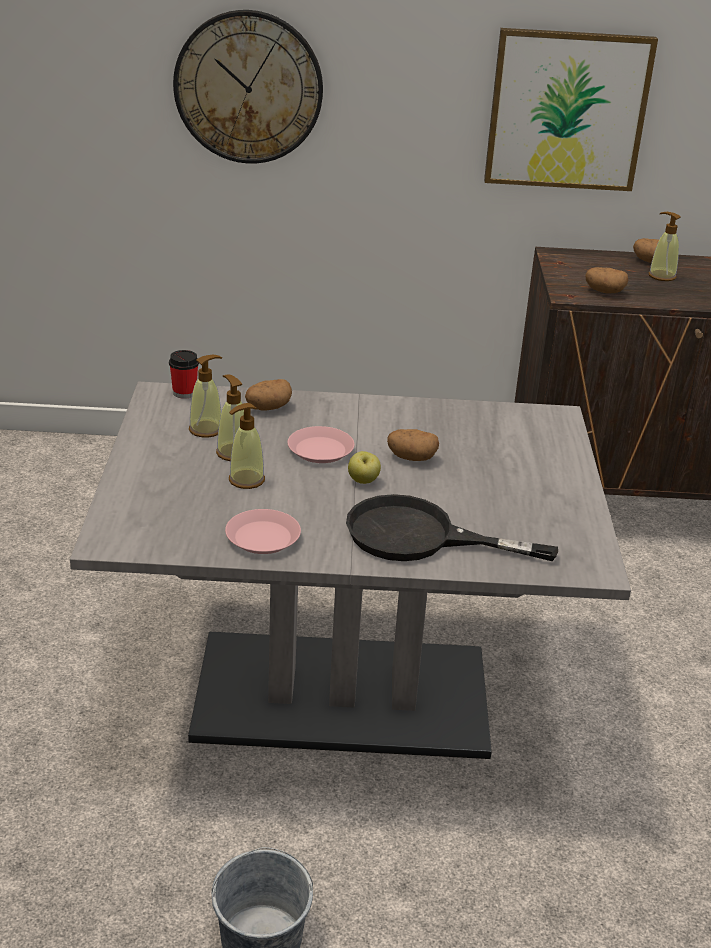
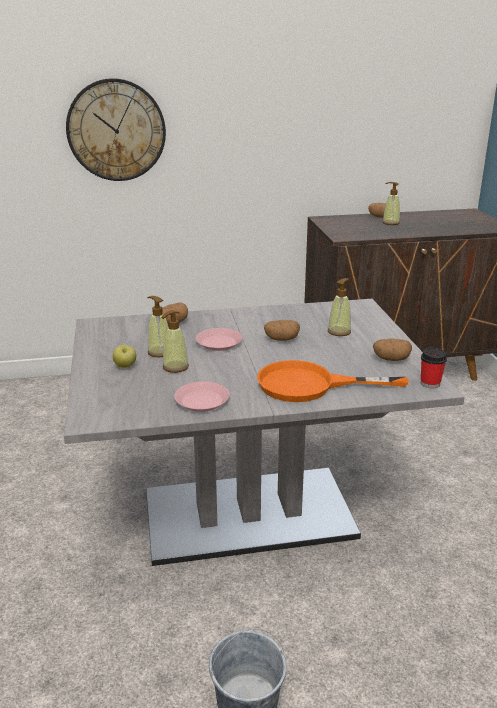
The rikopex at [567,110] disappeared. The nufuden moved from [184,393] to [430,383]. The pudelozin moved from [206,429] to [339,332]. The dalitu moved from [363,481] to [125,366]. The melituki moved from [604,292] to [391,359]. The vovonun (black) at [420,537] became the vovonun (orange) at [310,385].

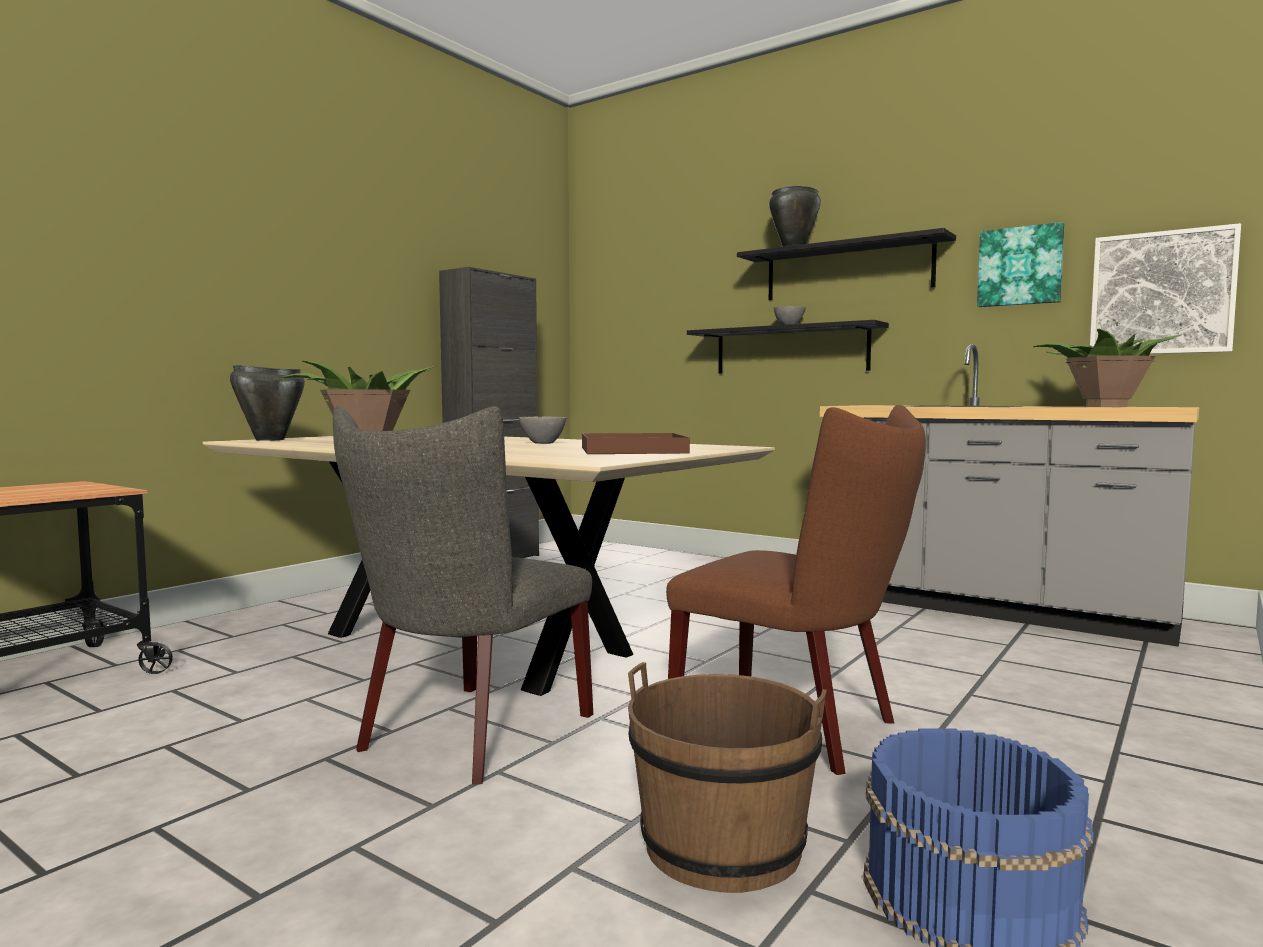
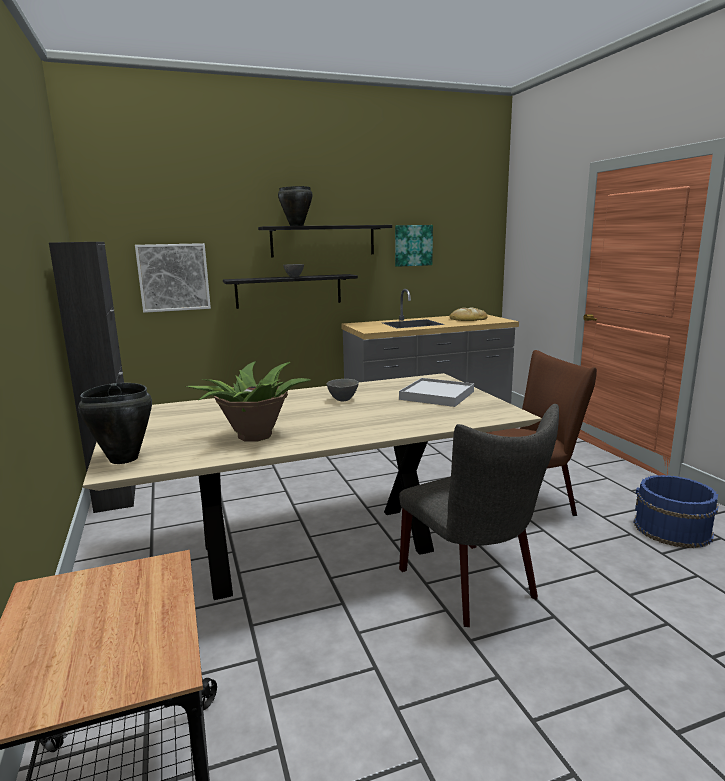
The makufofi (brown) at [722,846] disappeared. The rikopex moved from [1161,293] to [173,277]. The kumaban at [1104,406] was replaced by the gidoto at [467,319]. The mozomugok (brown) at [633,450] became the mozomugok (white) at [437,395].

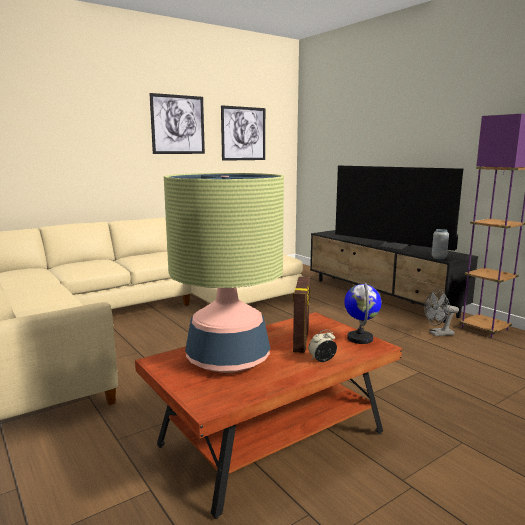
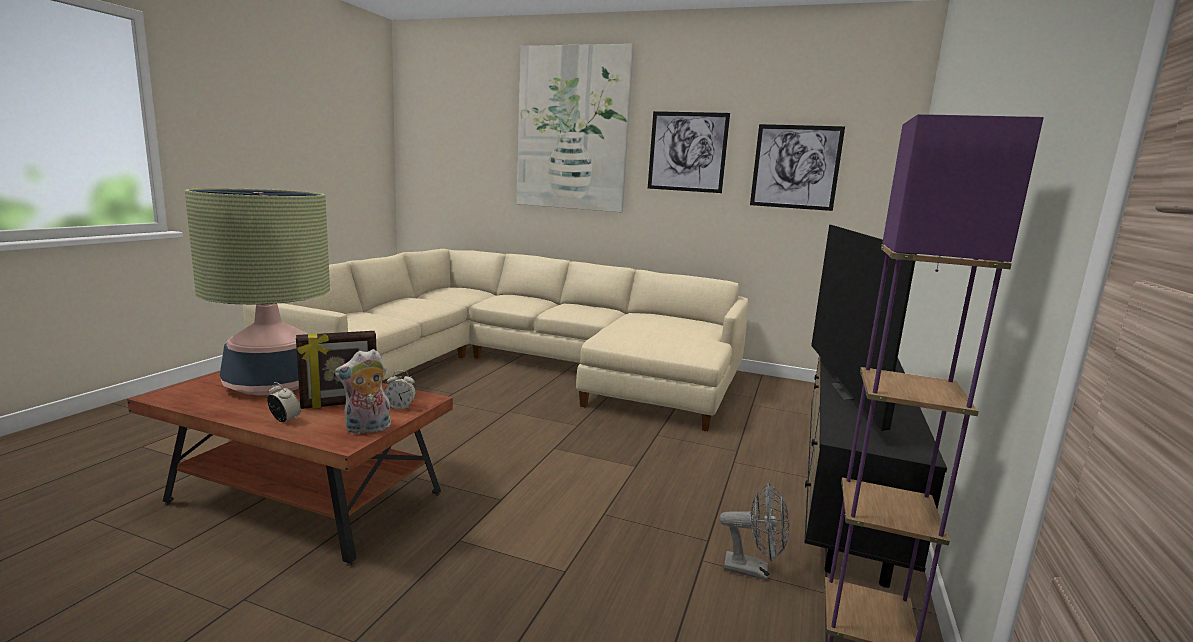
The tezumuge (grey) at [438,258] disappeared. The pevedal at [400,407] appeared. The rikopex at [572,129] appeared. The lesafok at [360,338] was replaced by the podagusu at [367,430]. The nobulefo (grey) at [438,334] turned 150 degrees clockwise.

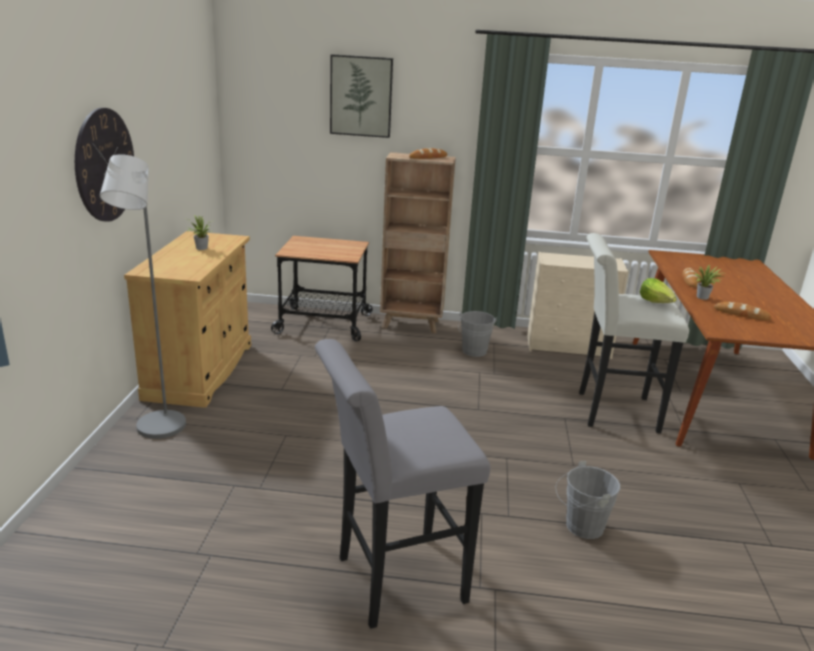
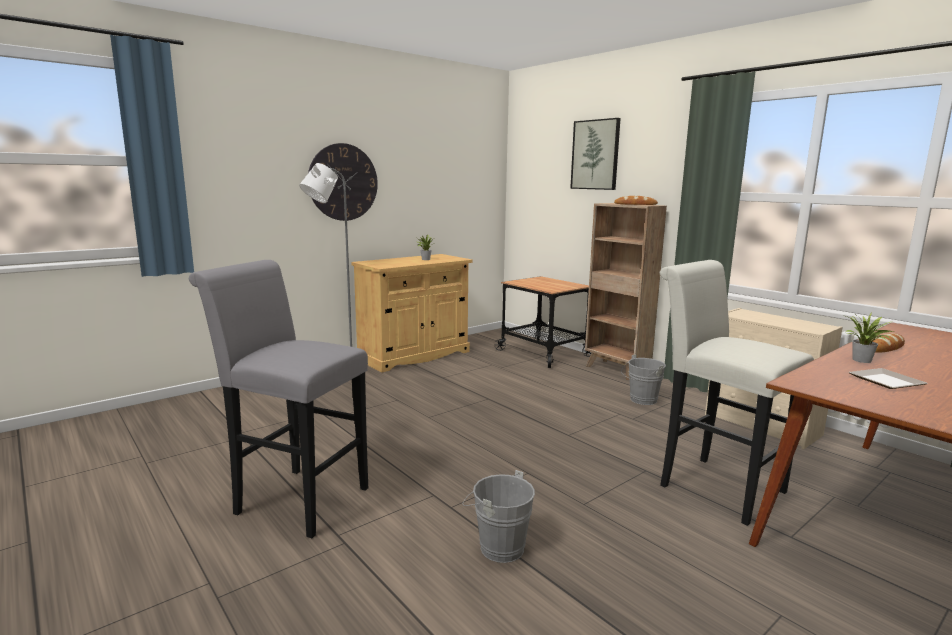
The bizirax at [656,302] disappeared. The gidoto at [741,314] was replaced by the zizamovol at [889,382].

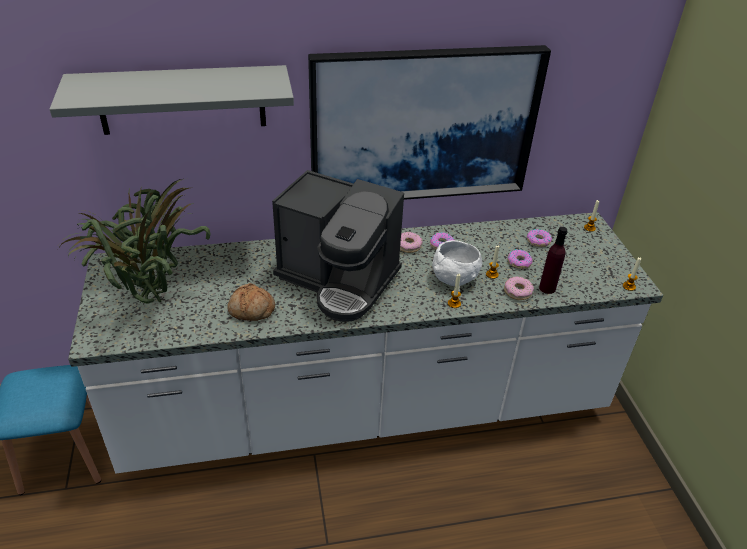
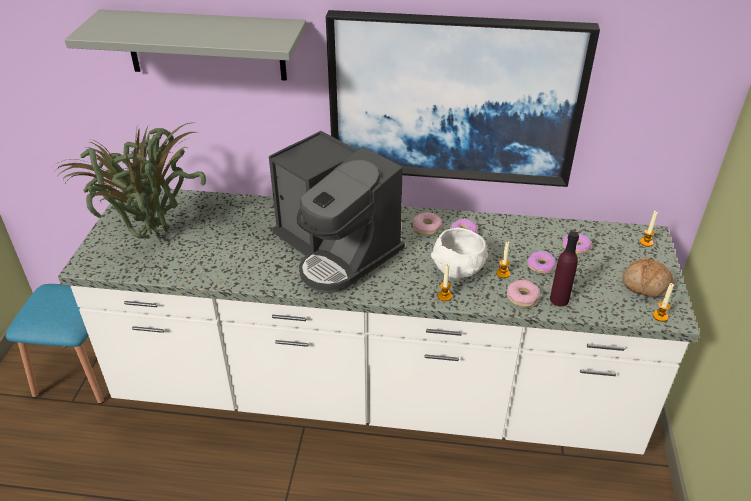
The gidoto moved from [251,310] to [645,285].

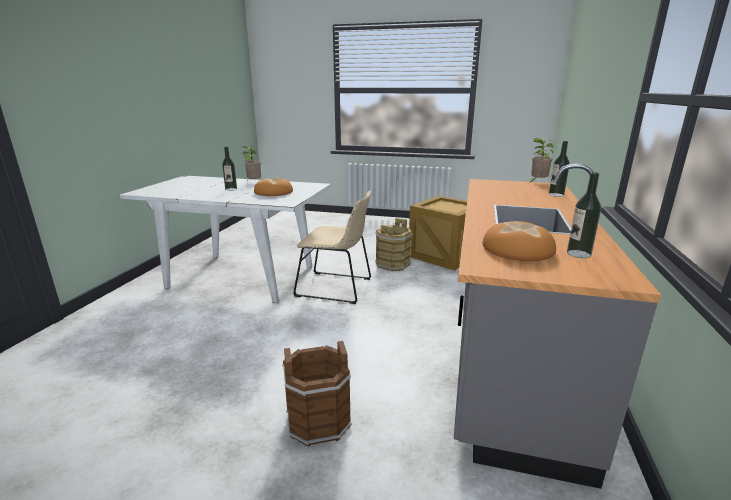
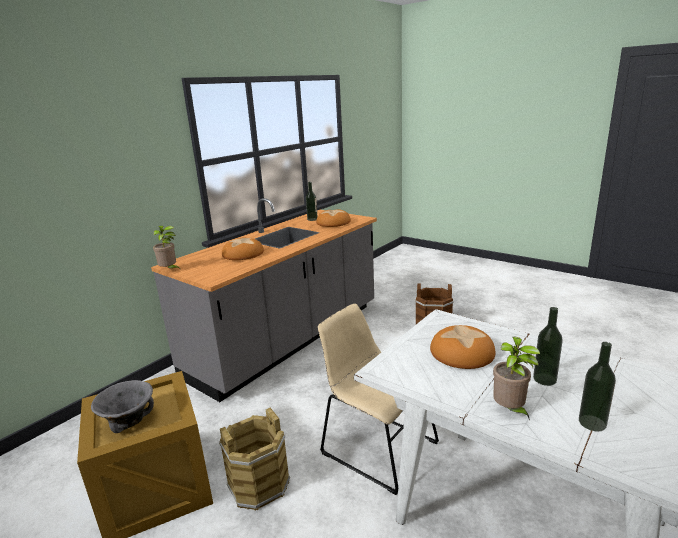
The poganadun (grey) at [128,421] appeared. The gidoto at [243,254] appeared. The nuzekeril moved from [556,195] to [592,423].

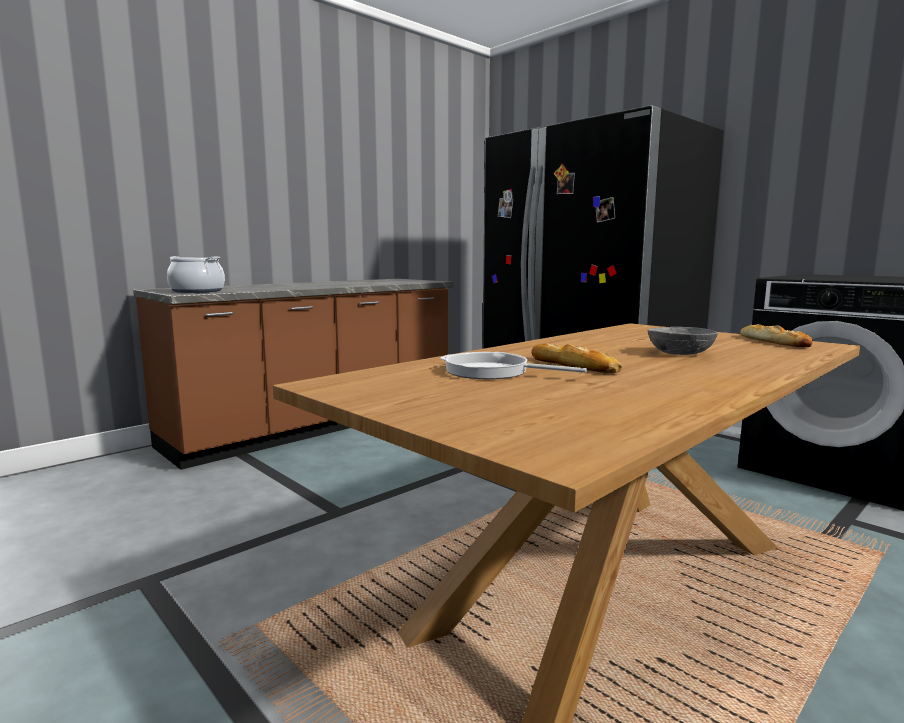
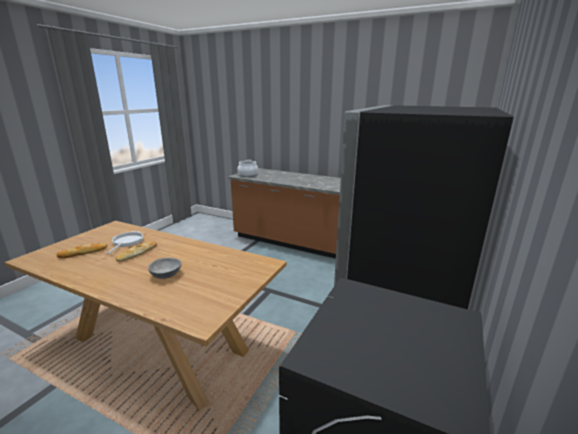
The gidoto moved from [773,342] to [83,253].

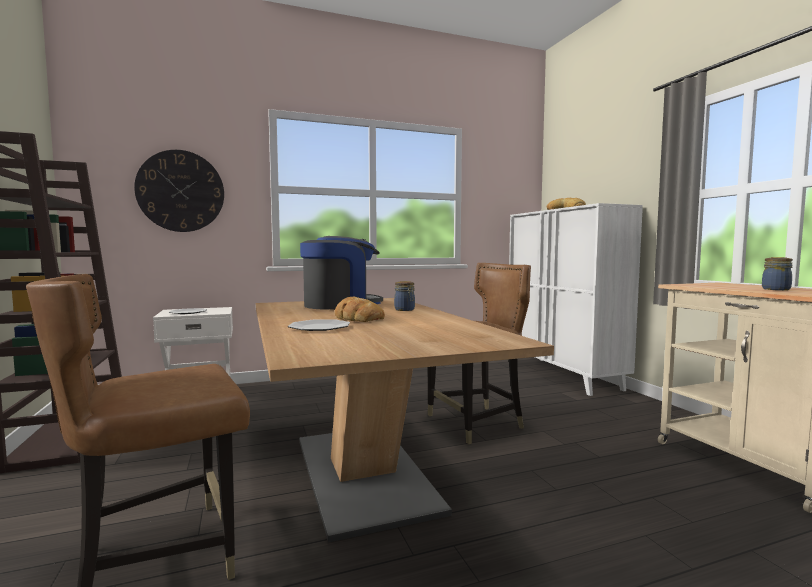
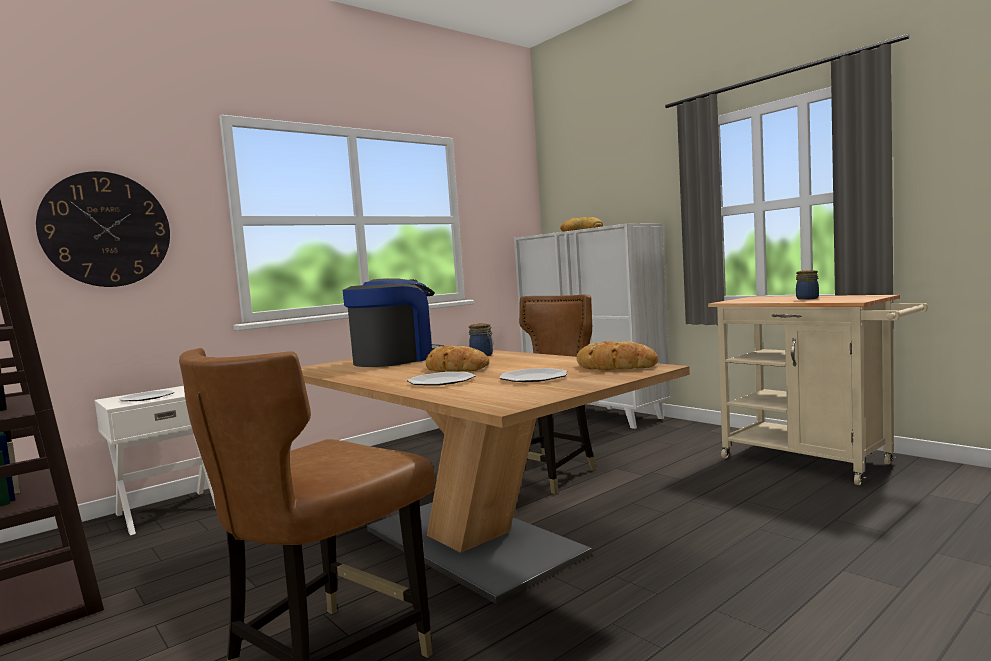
The zizamovol at [533,378] appeared. The gidoto at [614,366] appeared.

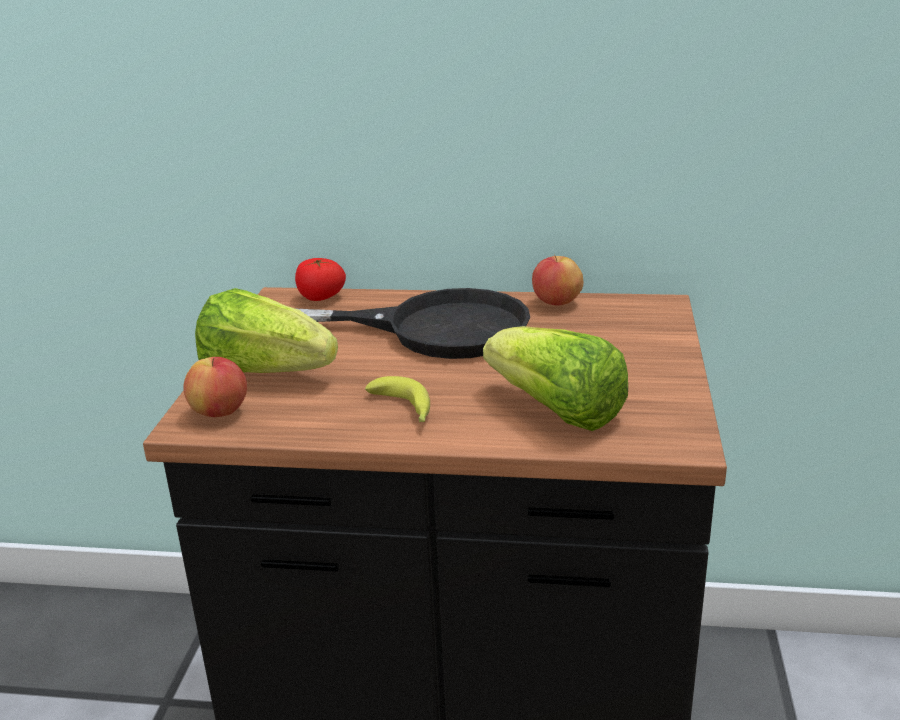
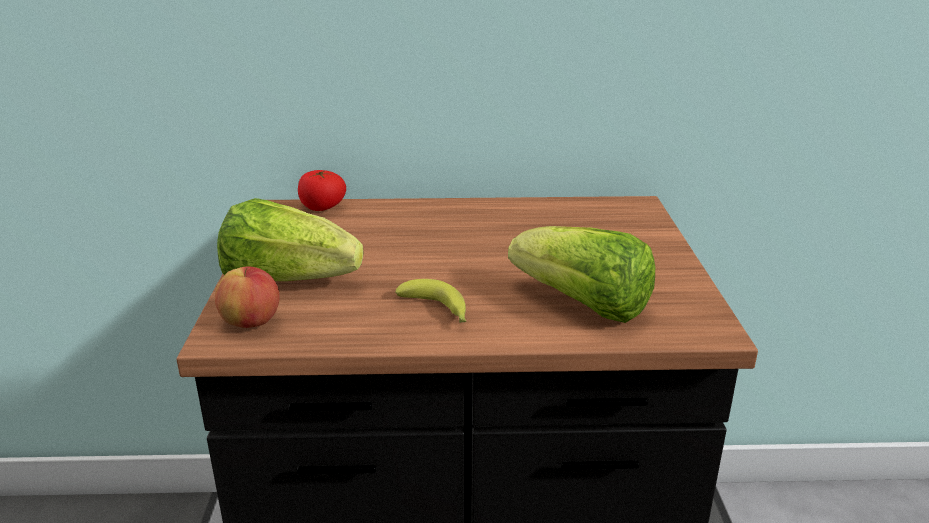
The vovonun (black) at [431,328] disappeared. The dalitu at [556,302] disappeared.

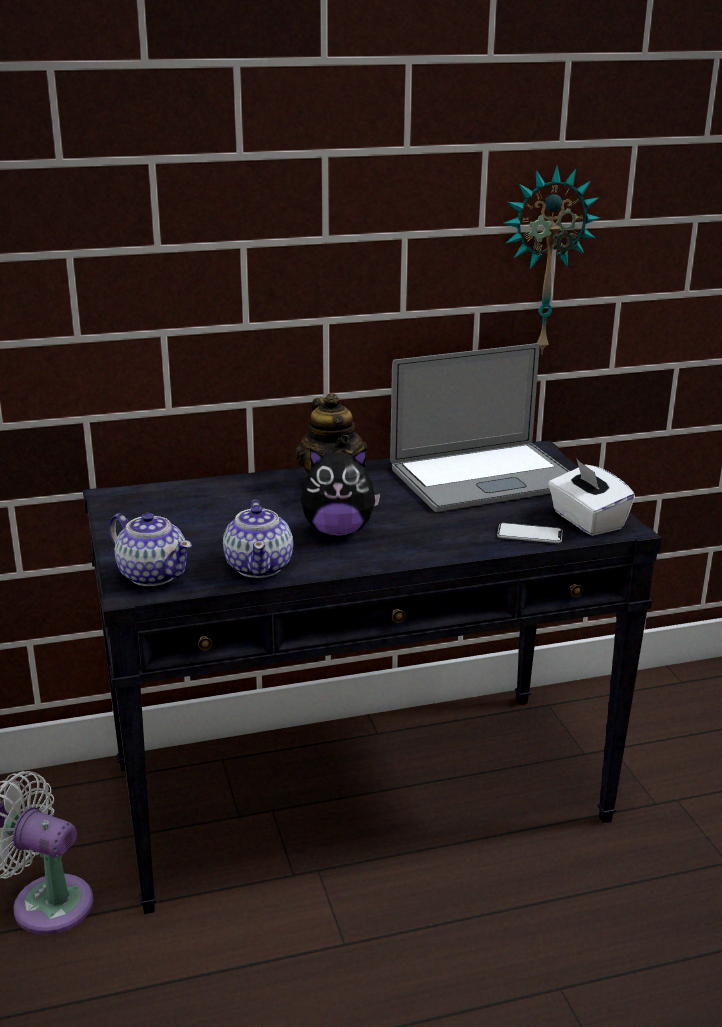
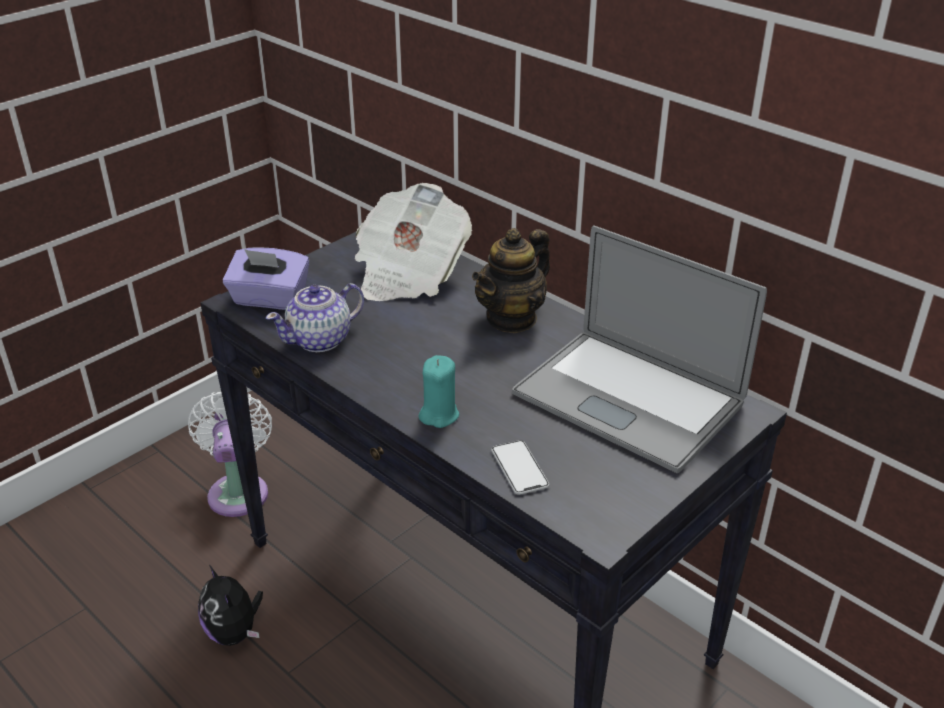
The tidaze at [545,261] disappeared. The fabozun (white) at [586,521] disappeared. The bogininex at [408,273] appeared. The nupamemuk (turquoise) at [439,415] appeared. The podagusu moved from [338,531] to [235,632]. The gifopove at [152,574] was replaced by the fabozun (purple) at [269,299].

